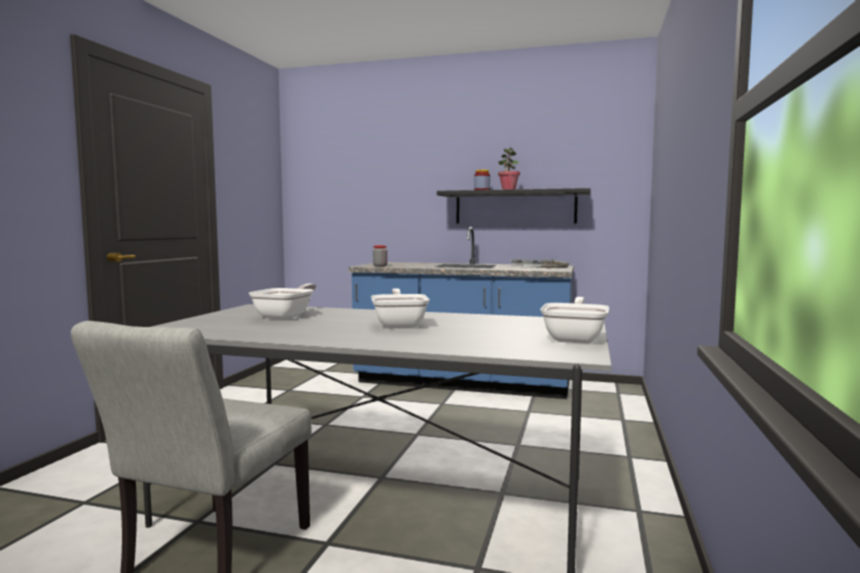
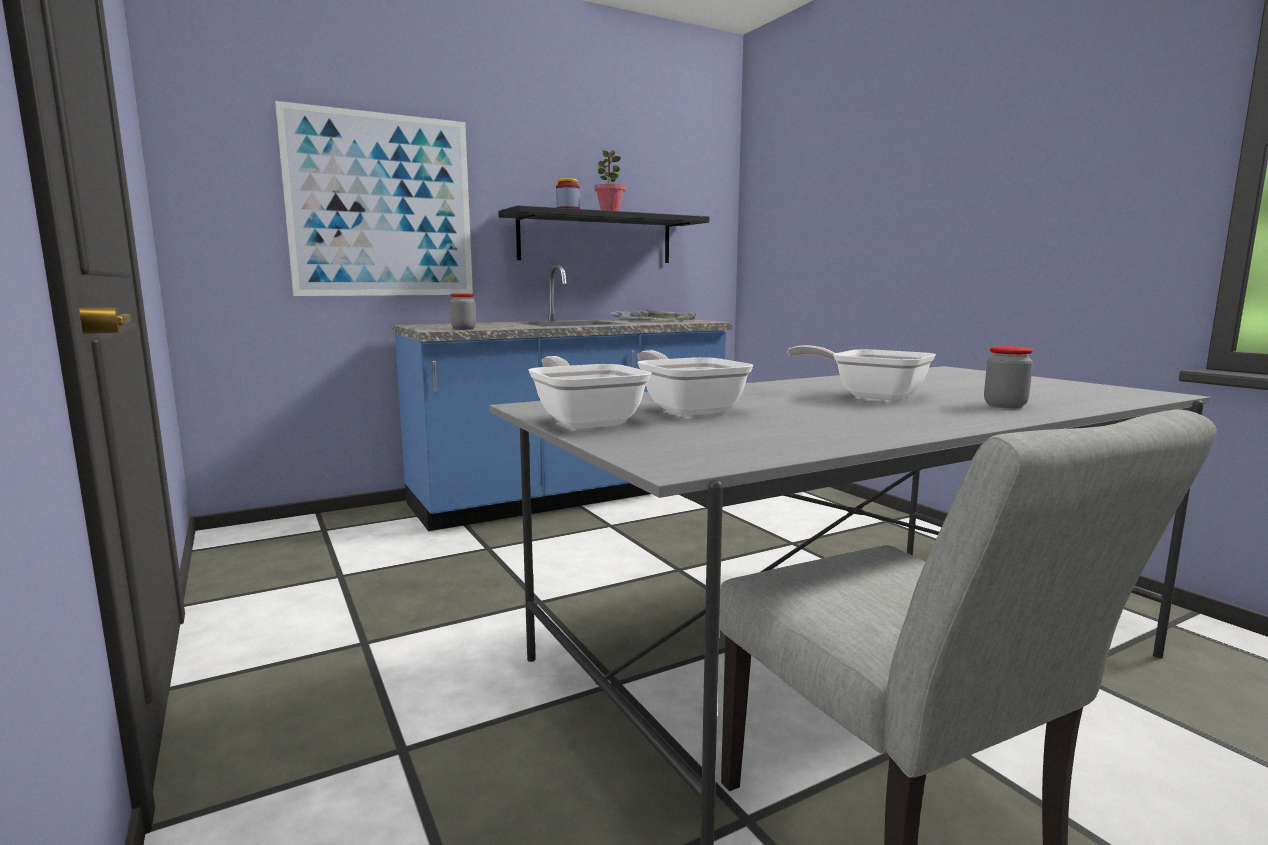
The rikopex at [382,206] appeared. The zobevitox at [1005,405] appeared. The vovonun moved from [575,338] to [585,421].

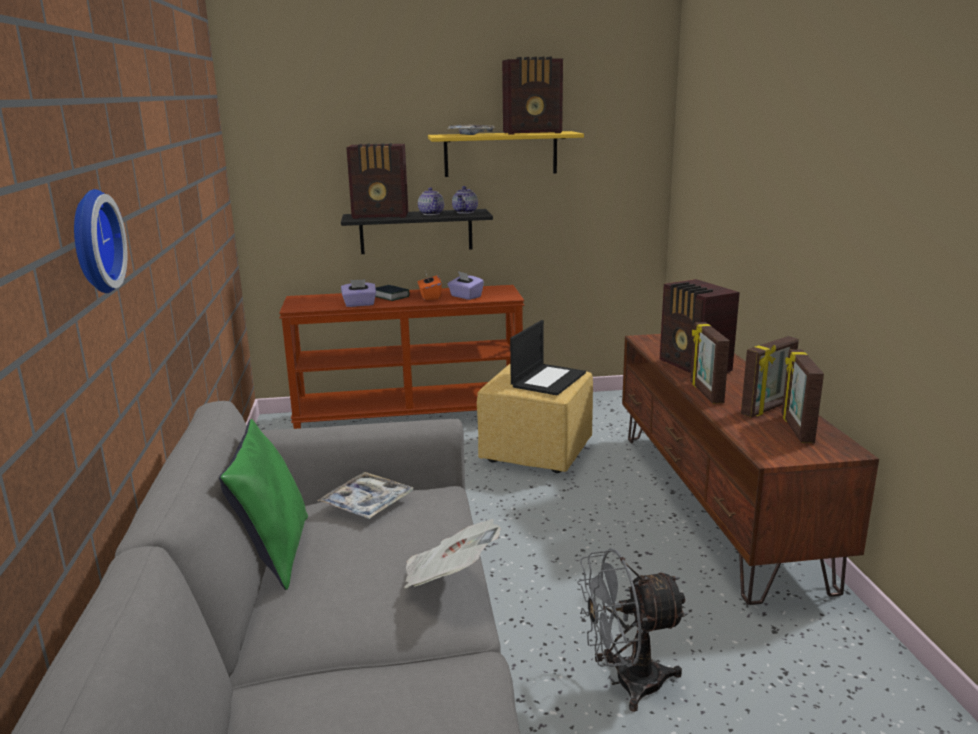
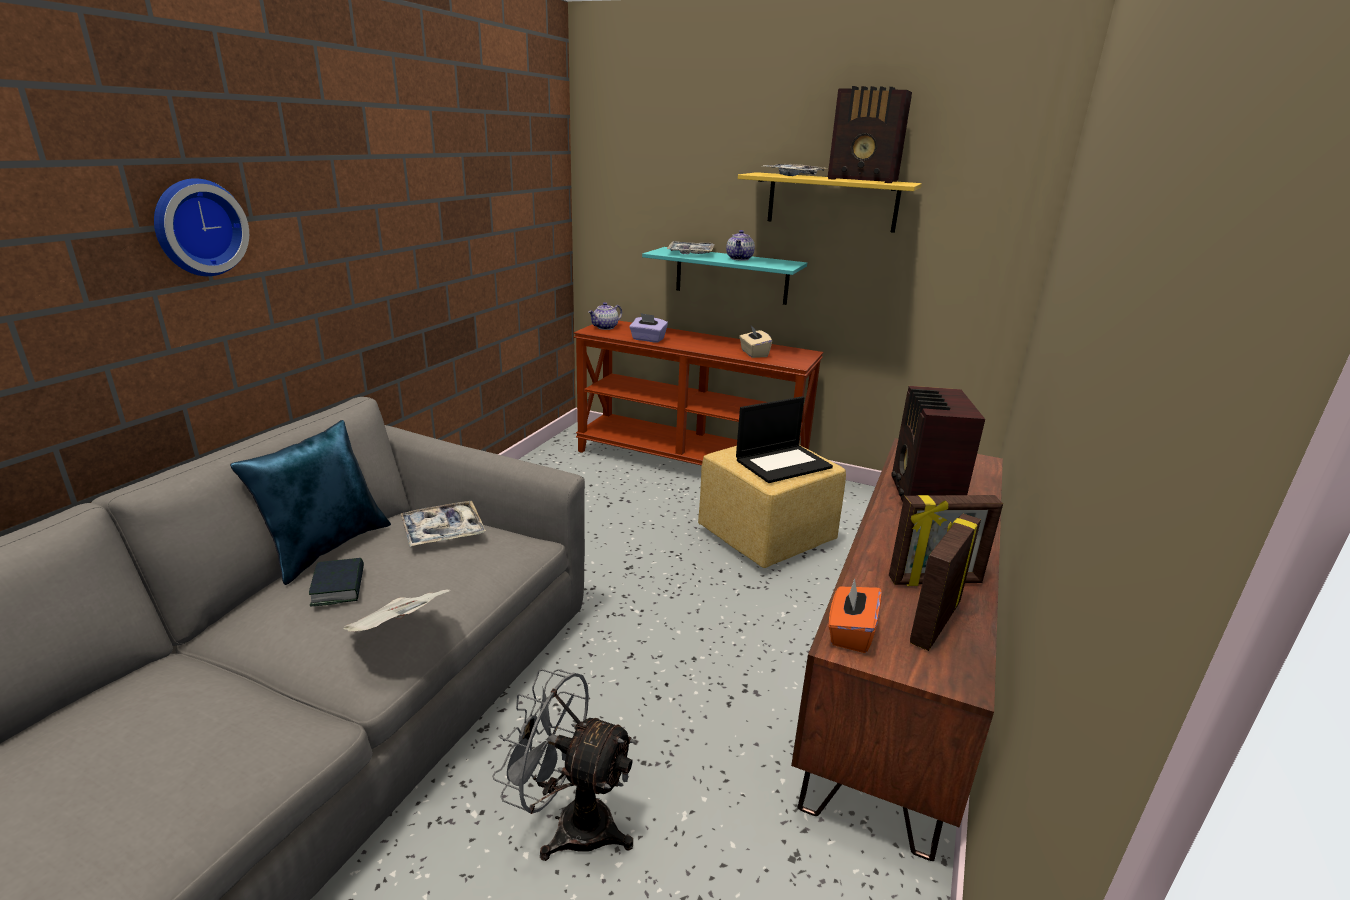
The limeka at [705,392] disappeared. The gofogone moved from [390,296] to [339,587]. The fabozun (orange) moved from [429,296] to [850,632]. The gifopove moved from [465,212] to [605,327]. The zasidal at [381,215] was replaced by the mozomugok at [691,253]. The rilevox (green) at [274,552] became the rilevox (blue) at [327,547]. The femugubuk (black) at [416,231] became the femugubuk (turquoise) at [731,275]. The fabozun (purple) at [465,296] became the fabozun (beige) at [753,353].

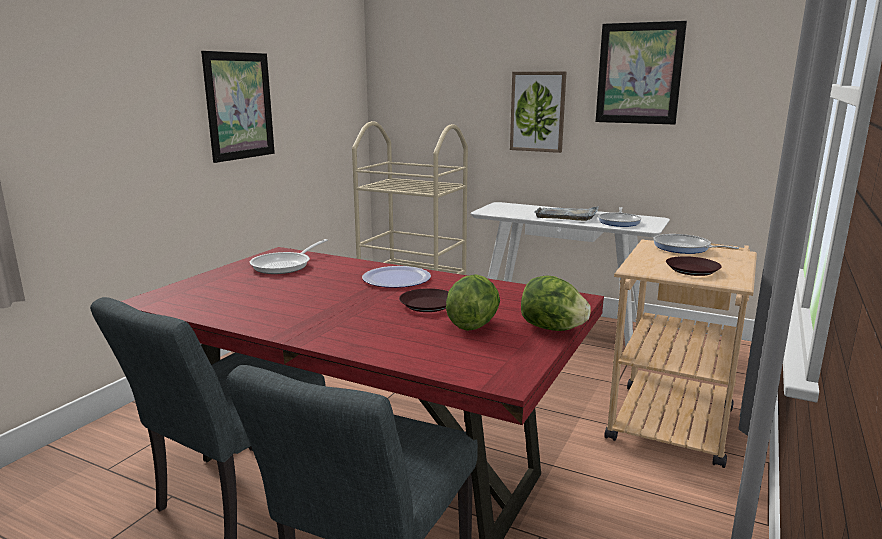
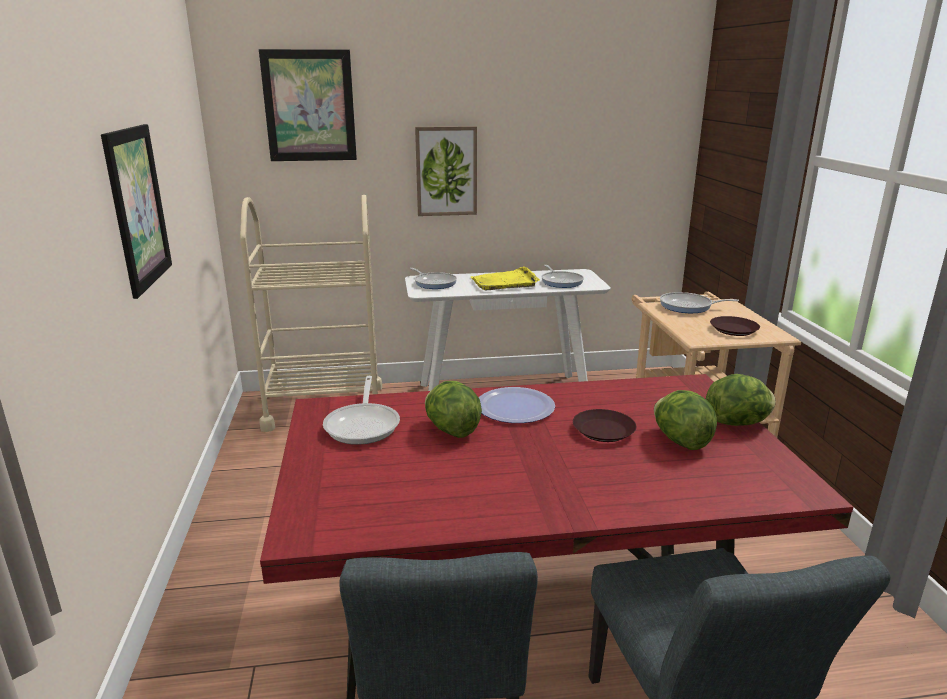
The vovonun at [434,283] appeared. The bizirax at [451,430] appeared. The rikopex moved from [639,73] to [309,106]. The mozomugok (grey) at [567,215] became the mozomugok (yellow) at [505,282].

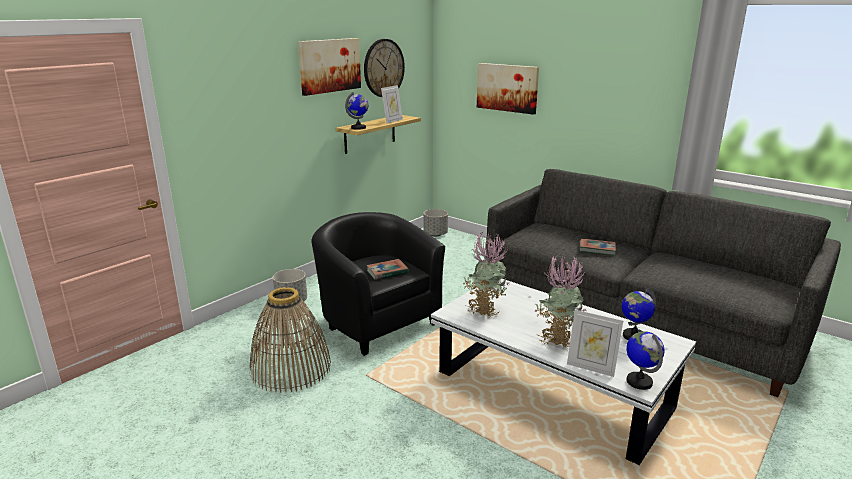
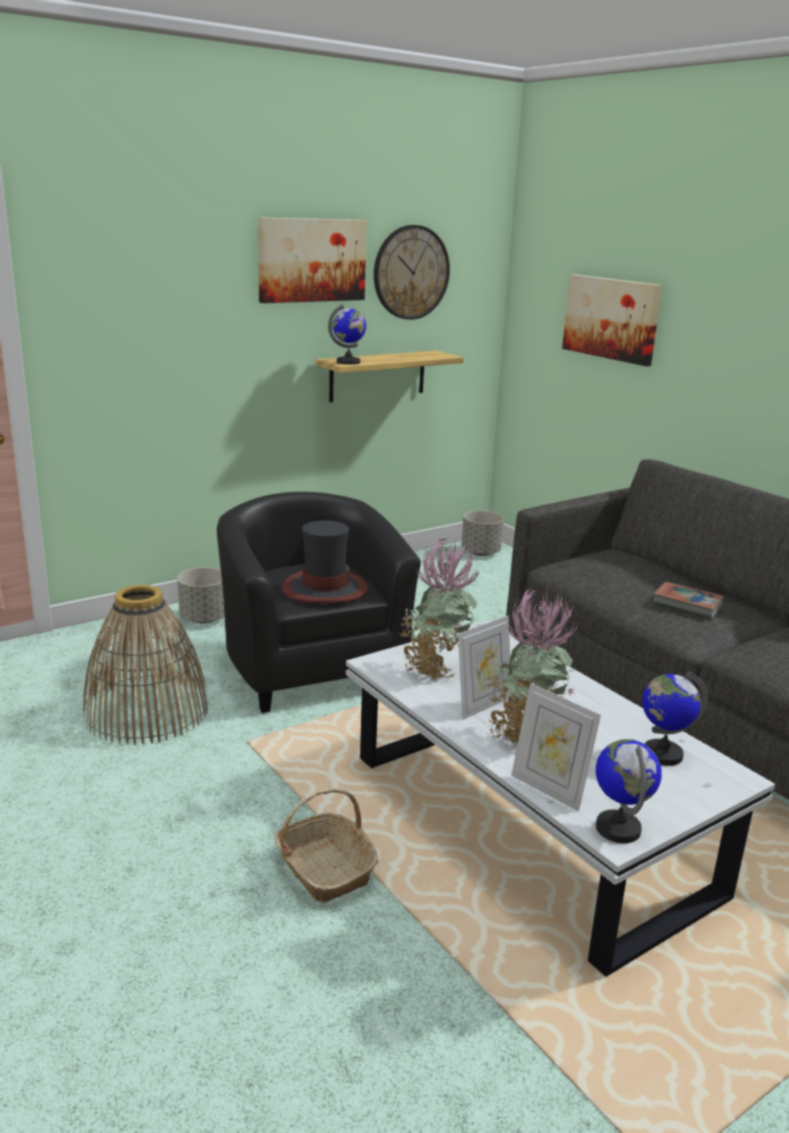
The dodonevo at [324,869] appeared. The limeka moved from [392,121] to [482,705]. The gofogone at [387,272] was replaced by the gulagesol at [324,589].

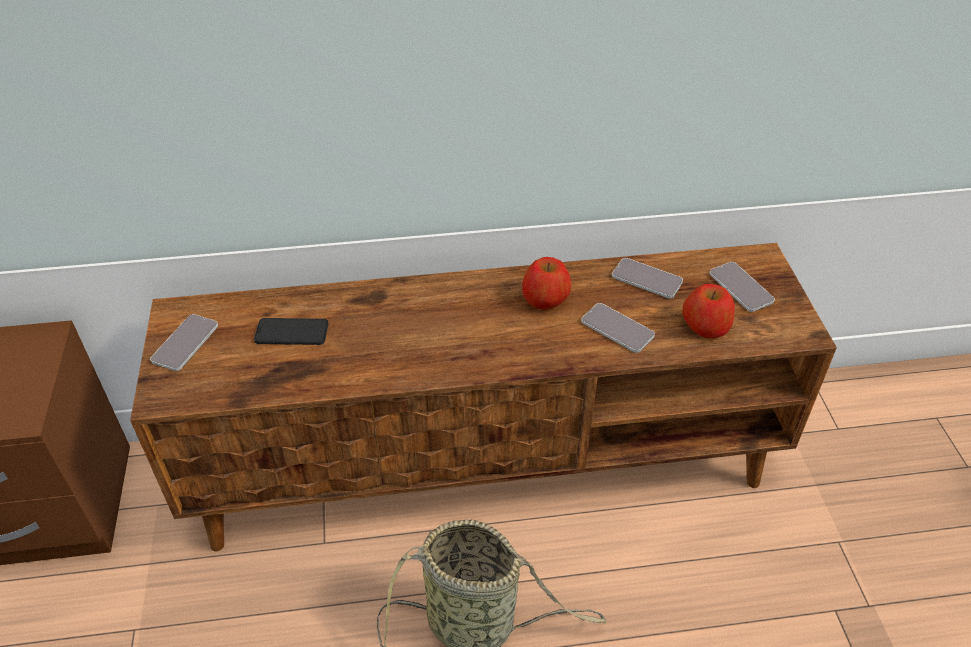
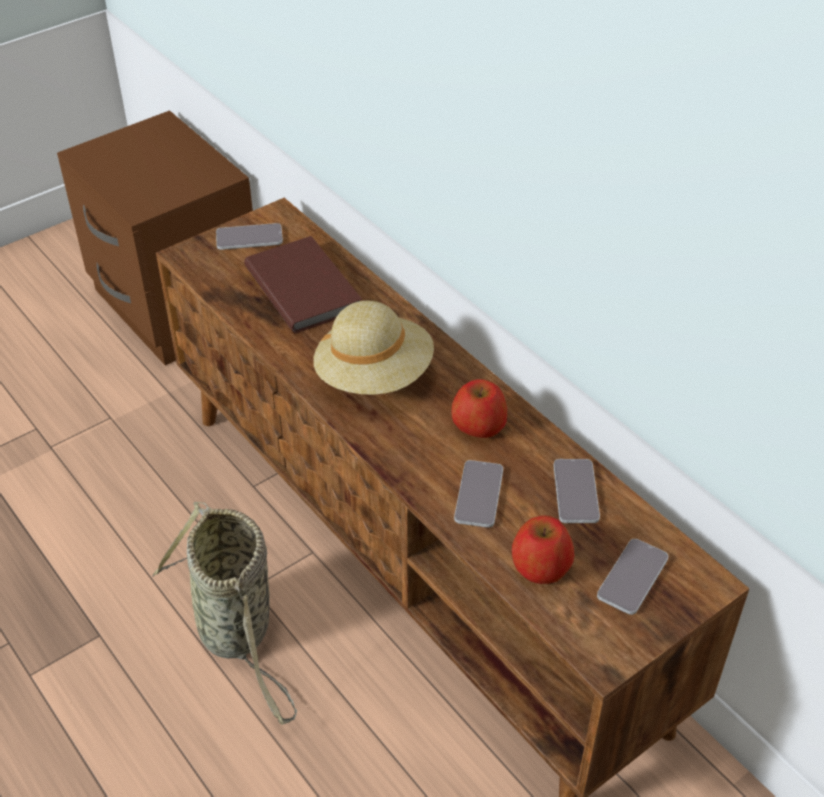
The gulagesol (beige) at [374,375] appeared. The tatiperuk at [291,332] was replaced by the gofogone (brown) at [305,286].

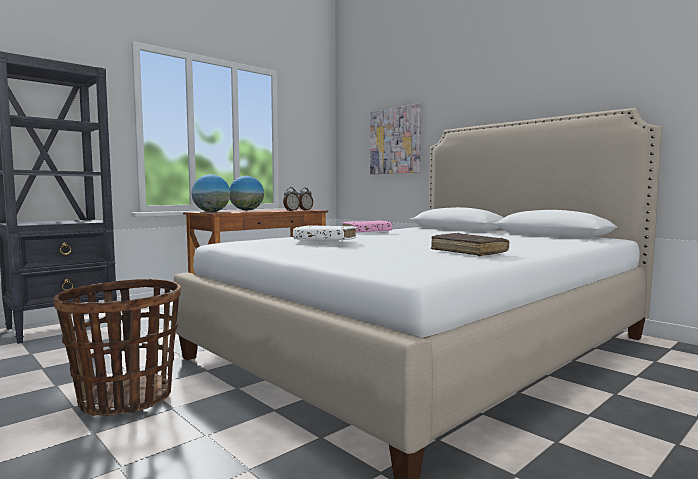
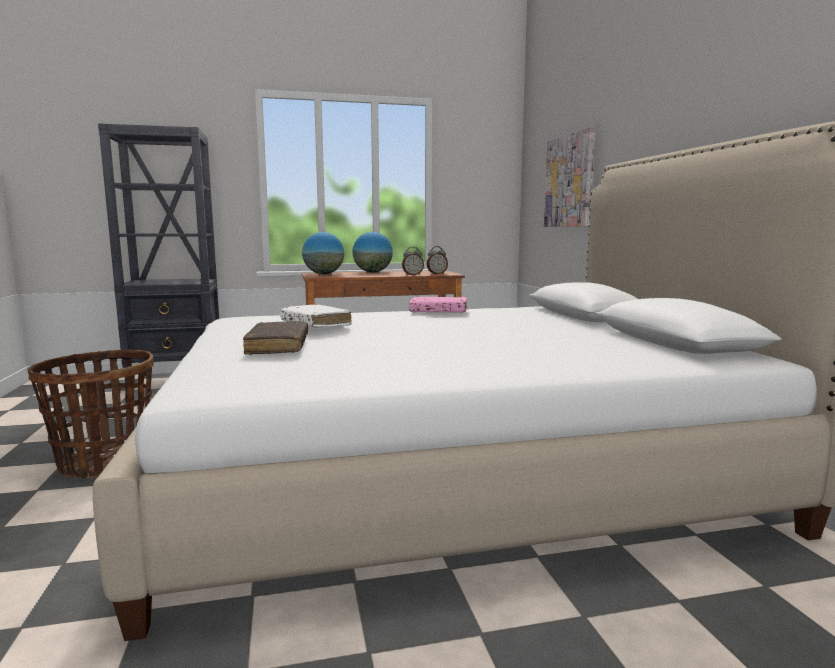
The gofogone (brown) moved from [468,252] to [278,346].

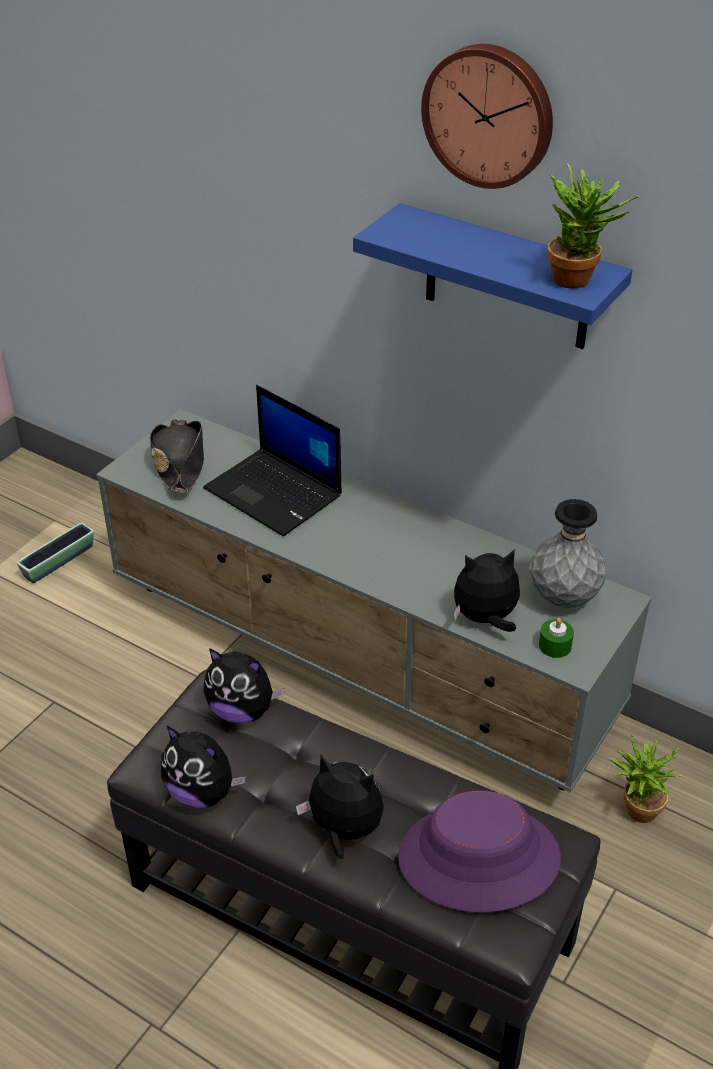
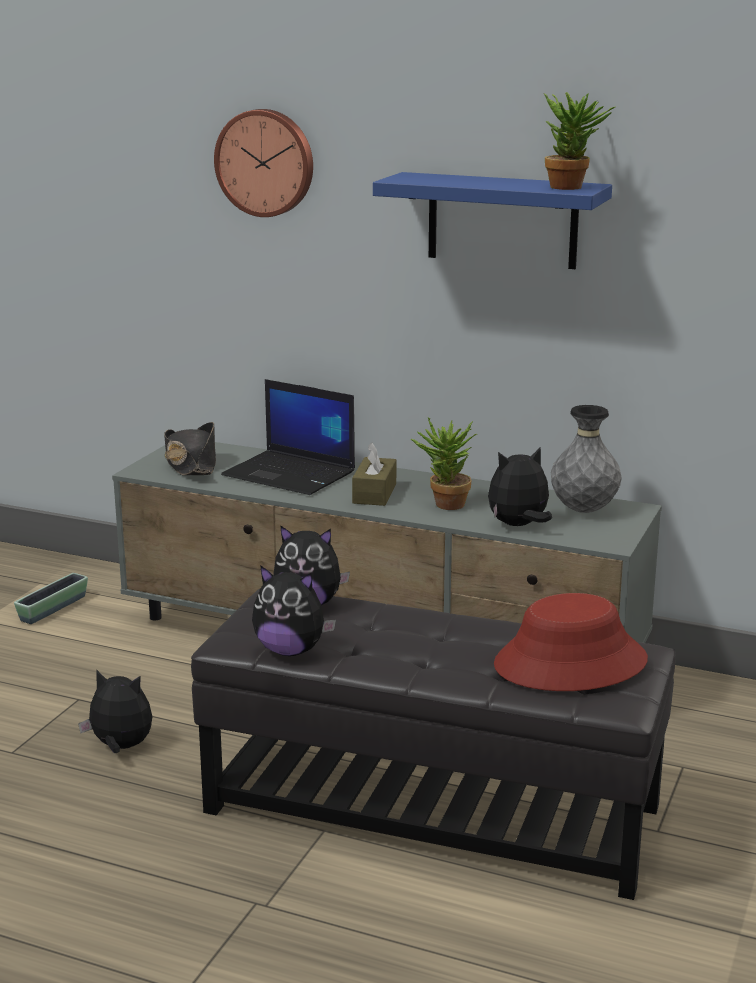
The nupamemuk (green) at [555,646] disappeared. The fabozun (brown) at [374,493] appeared. The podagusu moved from [343,830] to [120,747]. The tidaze moved from [489,115] to [266,162]. The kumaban moved from [635,812] to [444,506]. The gulagesol (purple) at [478,859] became the gulagesol (red) at [570,664].

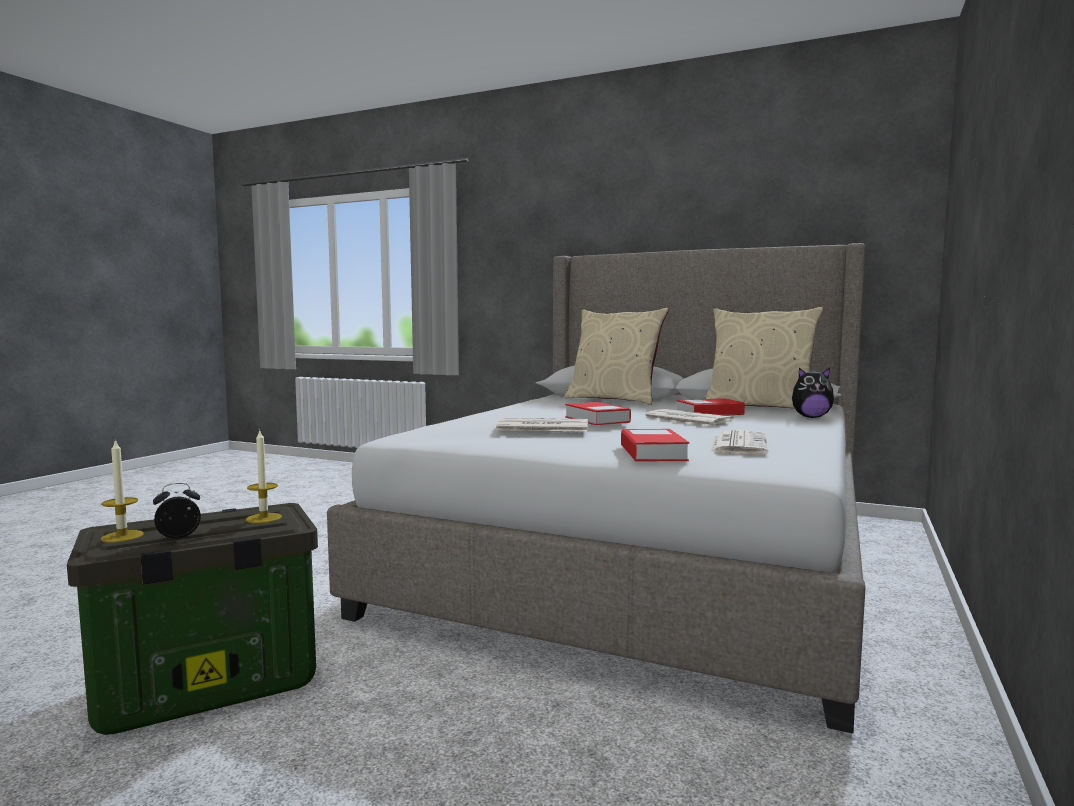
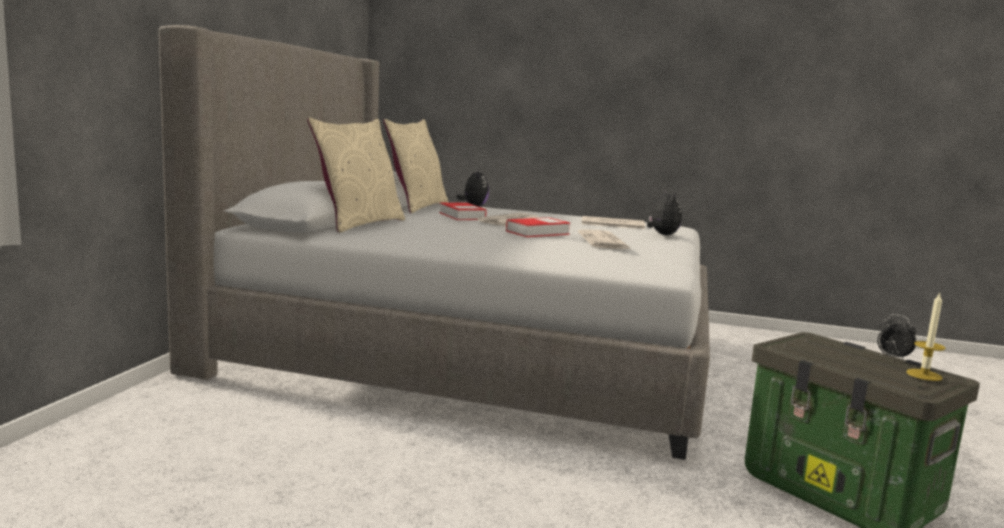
The nupamemuk at [264,518] disappeared. The gofogone at [652,453] was replaced by the podagusu at [662,235].

